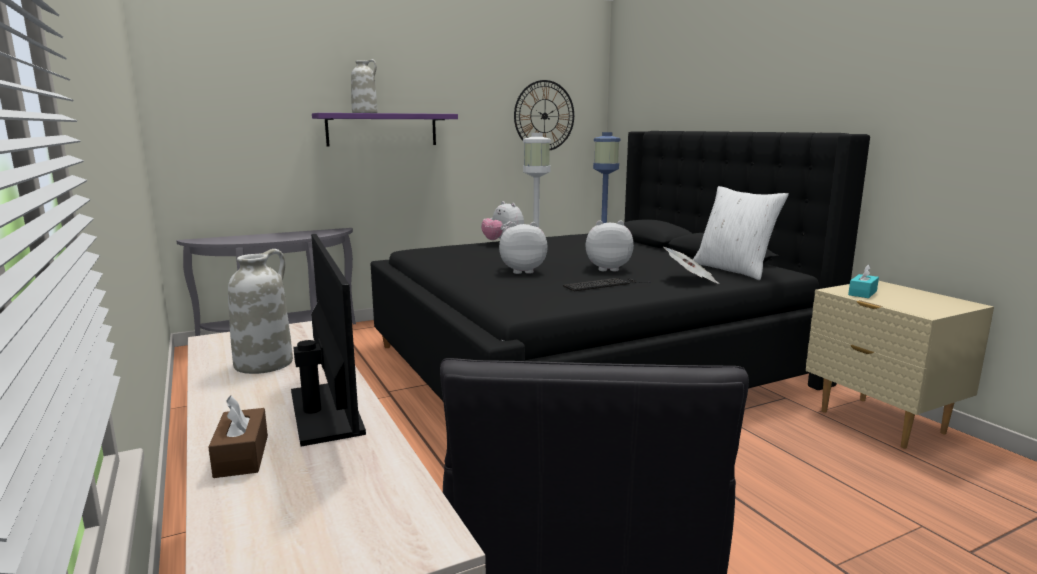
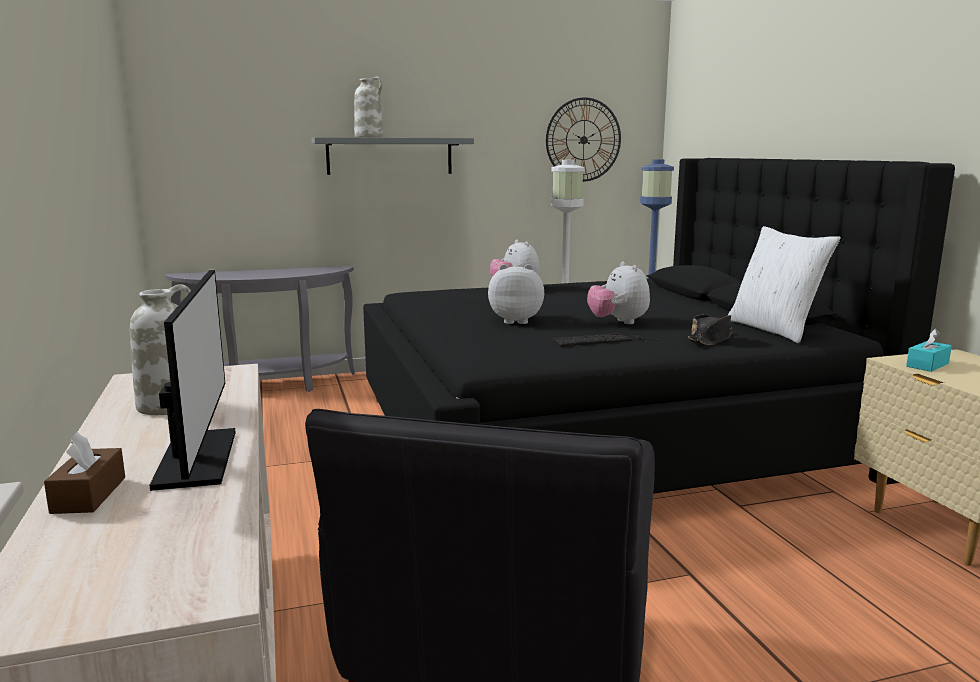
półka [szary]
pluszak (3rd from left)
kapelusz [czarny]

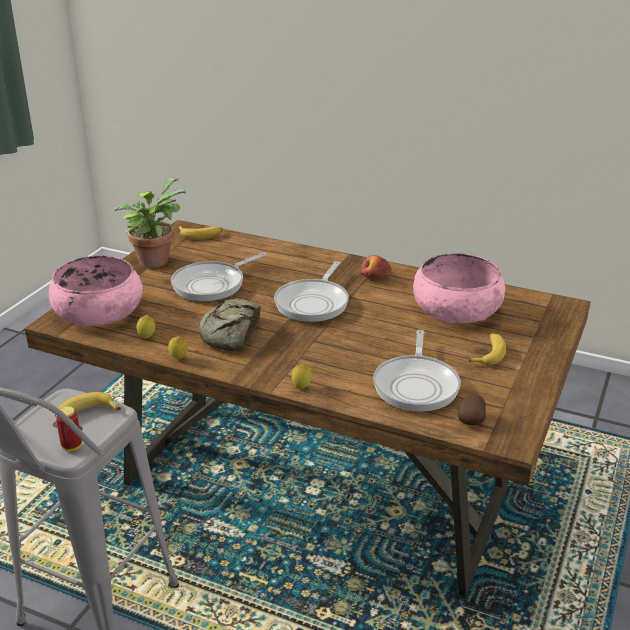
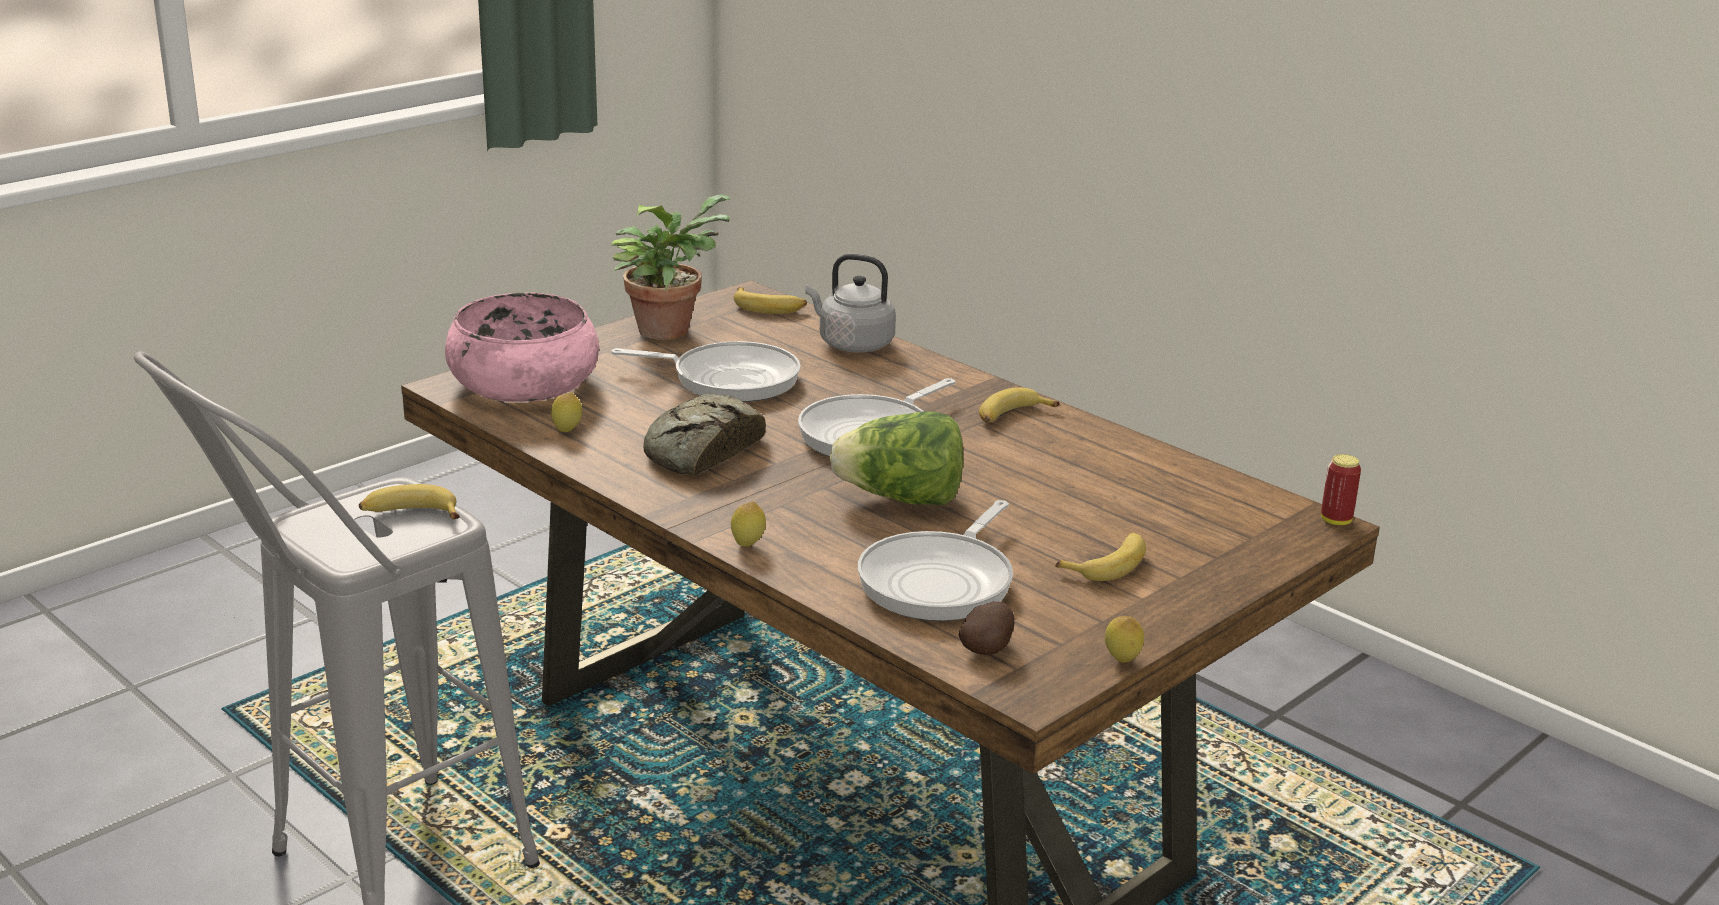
patelnia (1st from left)
czajnik [szary]
sałata
banan (3rd from left)
cytryna (3rd from left)
puszka
miska [różowy] (2nd from left in the first image)

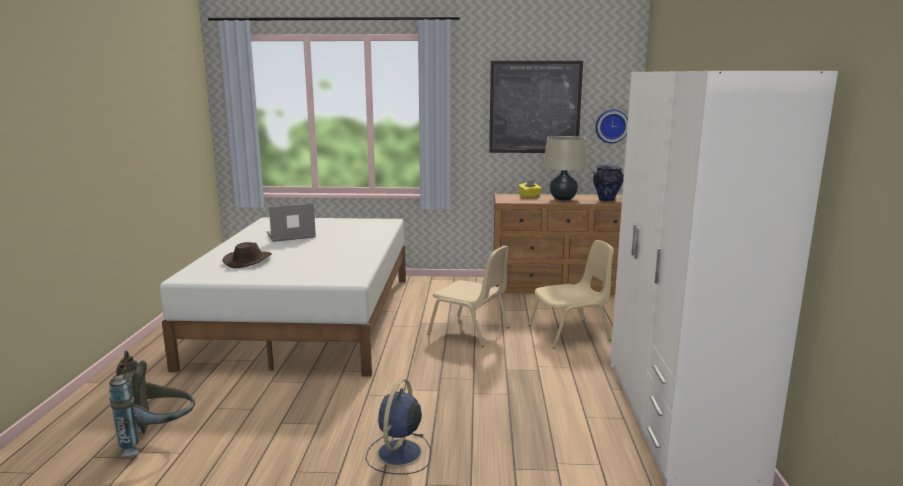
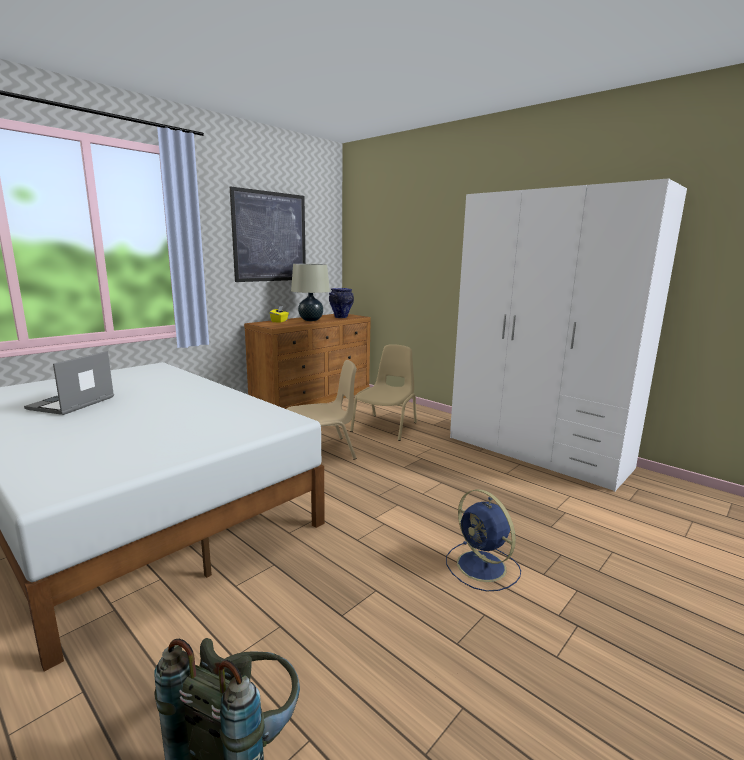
kapelusz [brązowy]
zegar ścienny

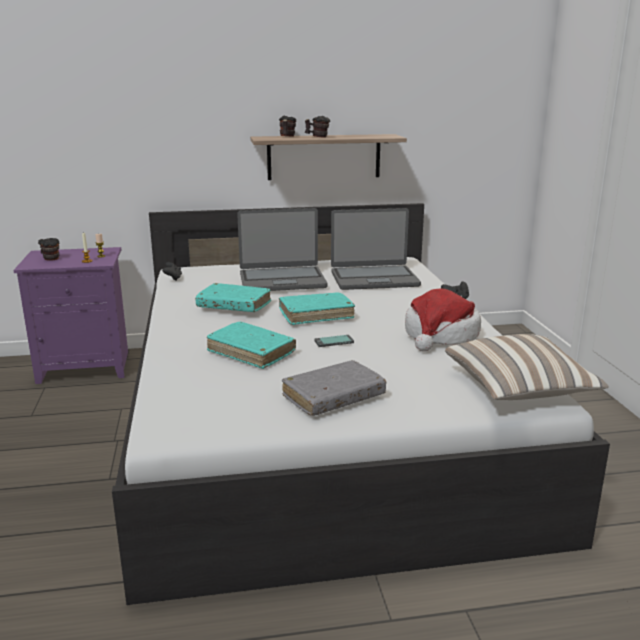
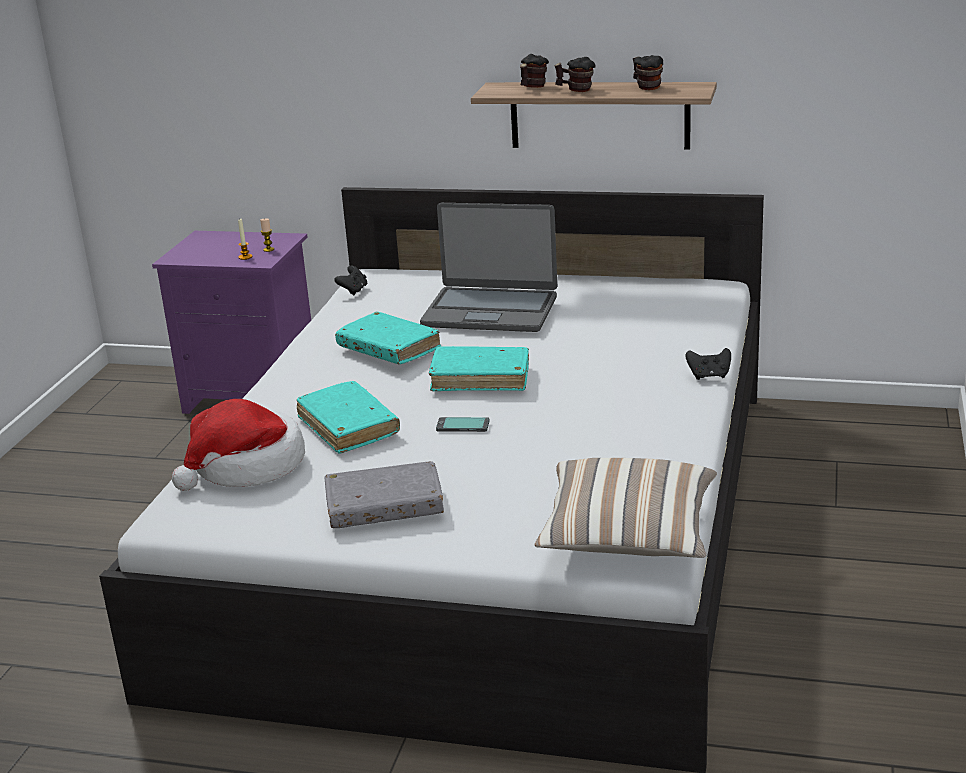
kapelusz
kubek (3rd from left)
laptop (2nd from left in the first image)

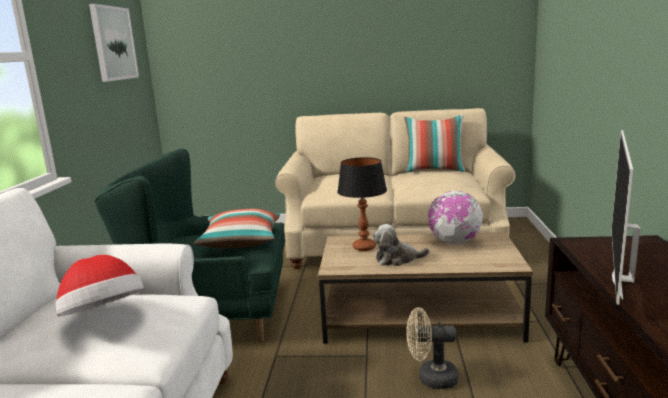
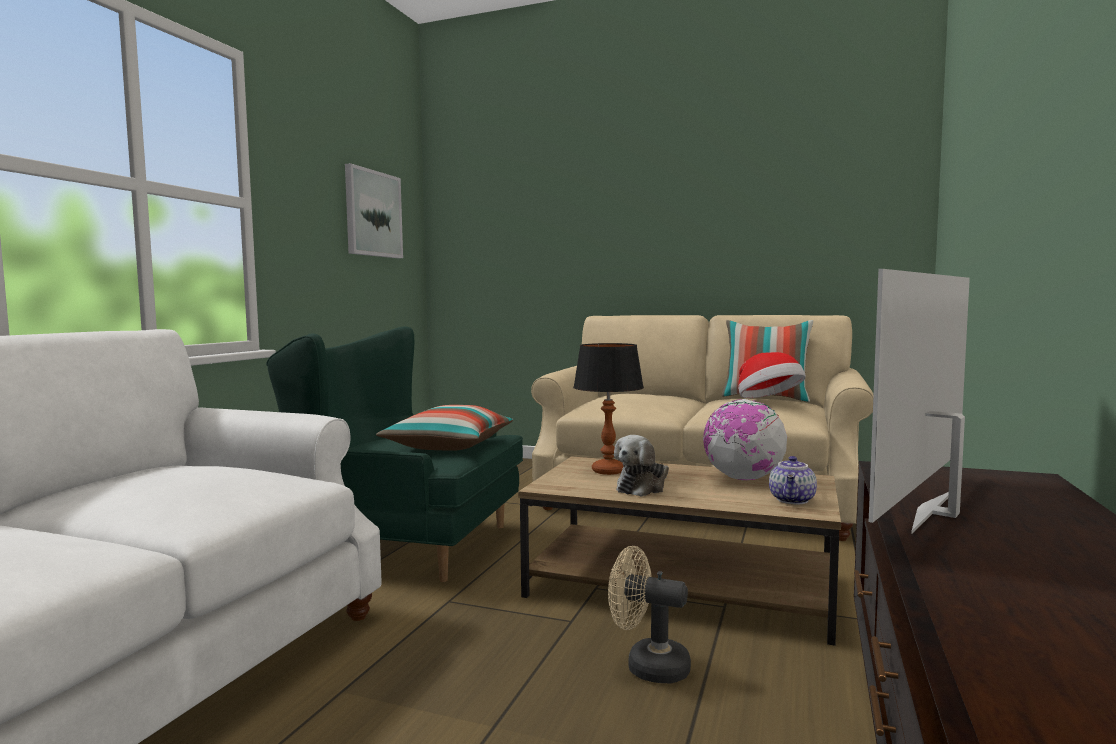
pluszak
kapelusz
imbryk

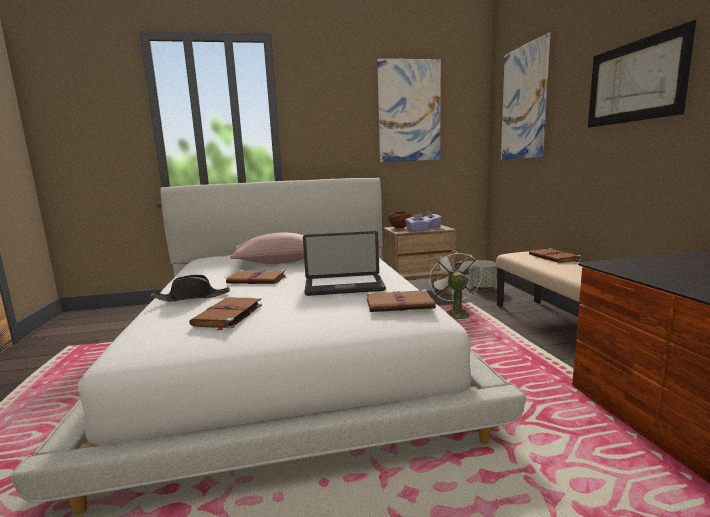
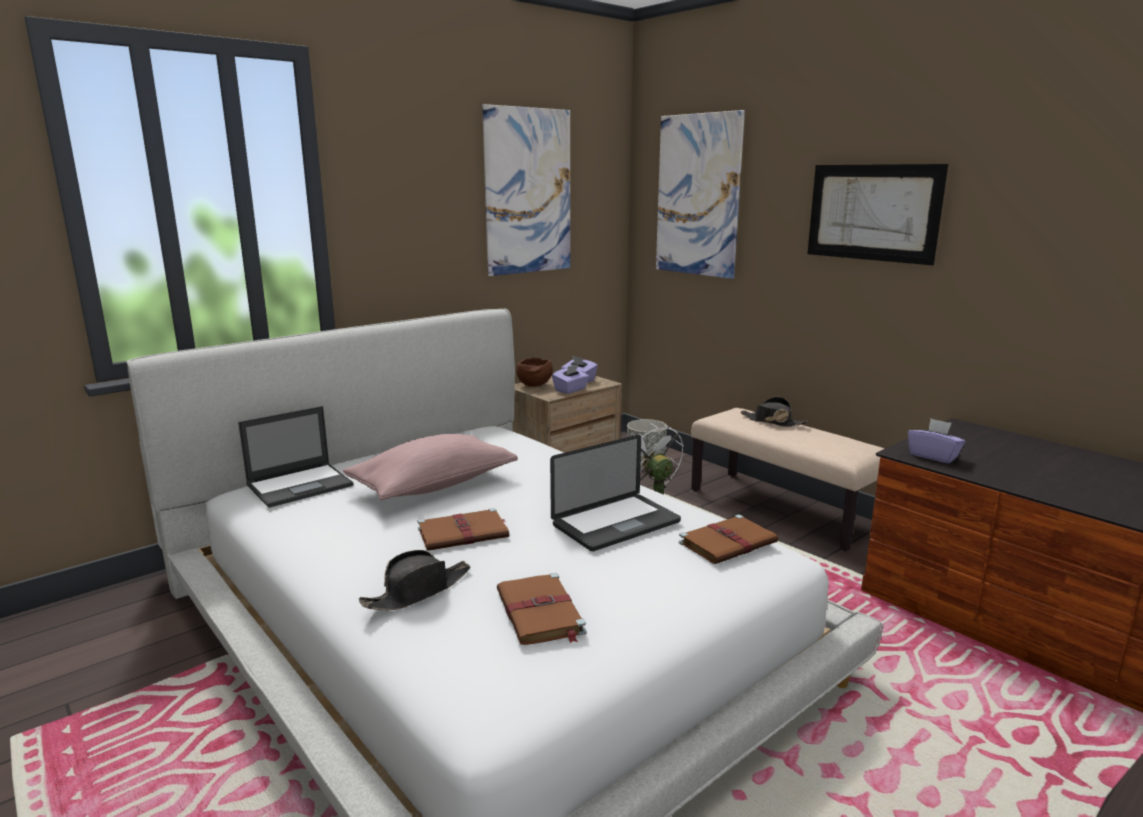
laptop (1st from left)
kapelusz [czarny] (2nd from left)
pudełko chusteczek [fioletowy] (3rd from left)

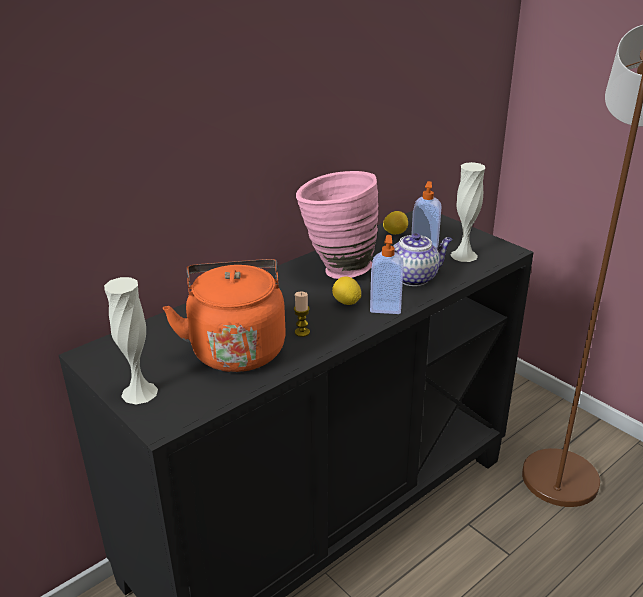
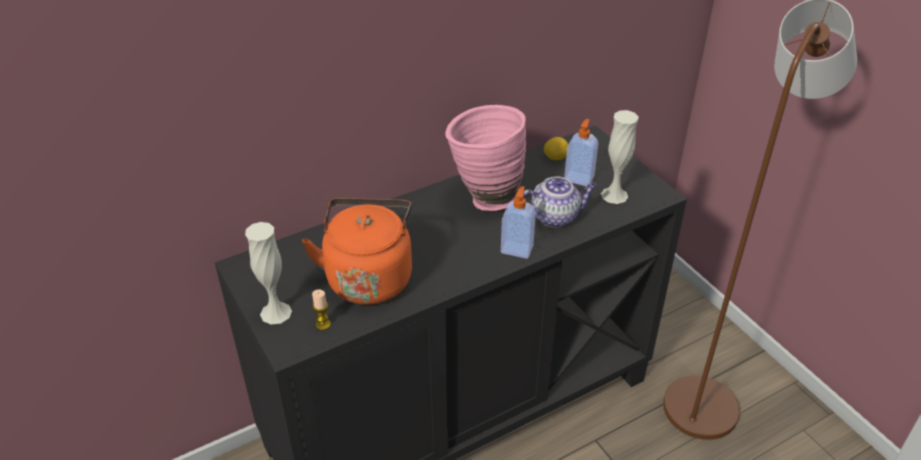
świeca
cytryna (1st from left in the first image)

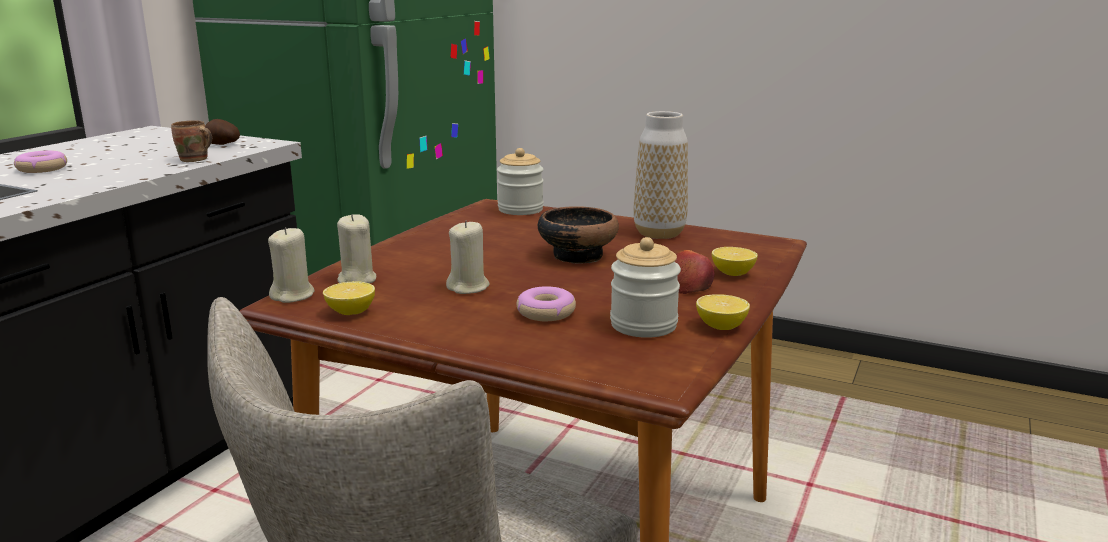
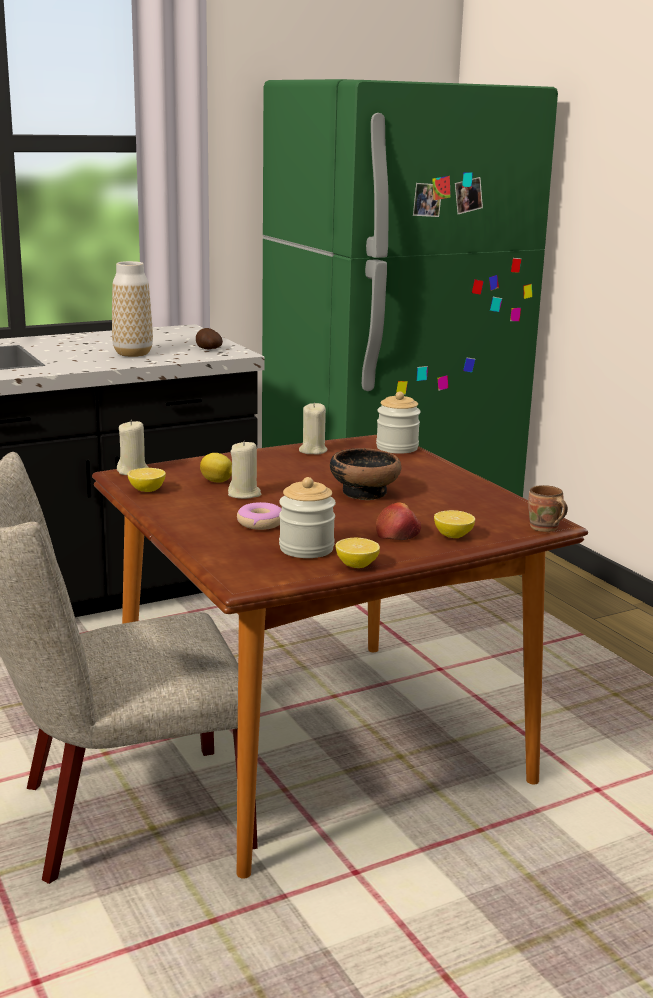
wazon
cytryna (2nd from left)
świeca [beżowy] (3rd from left)
kubek [brązowy]
donut (1st from left in the first image)

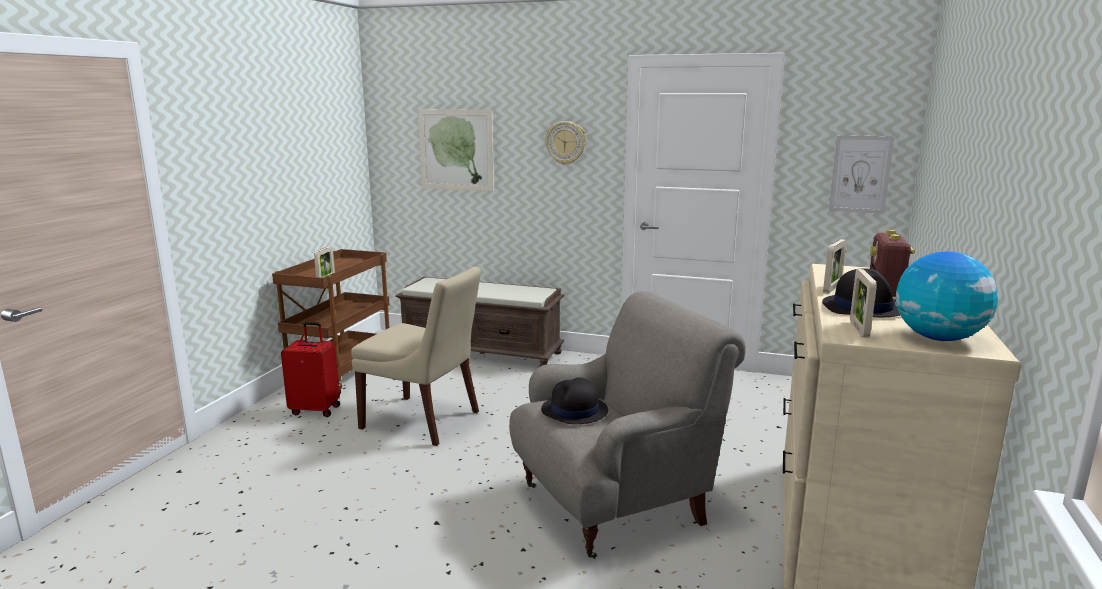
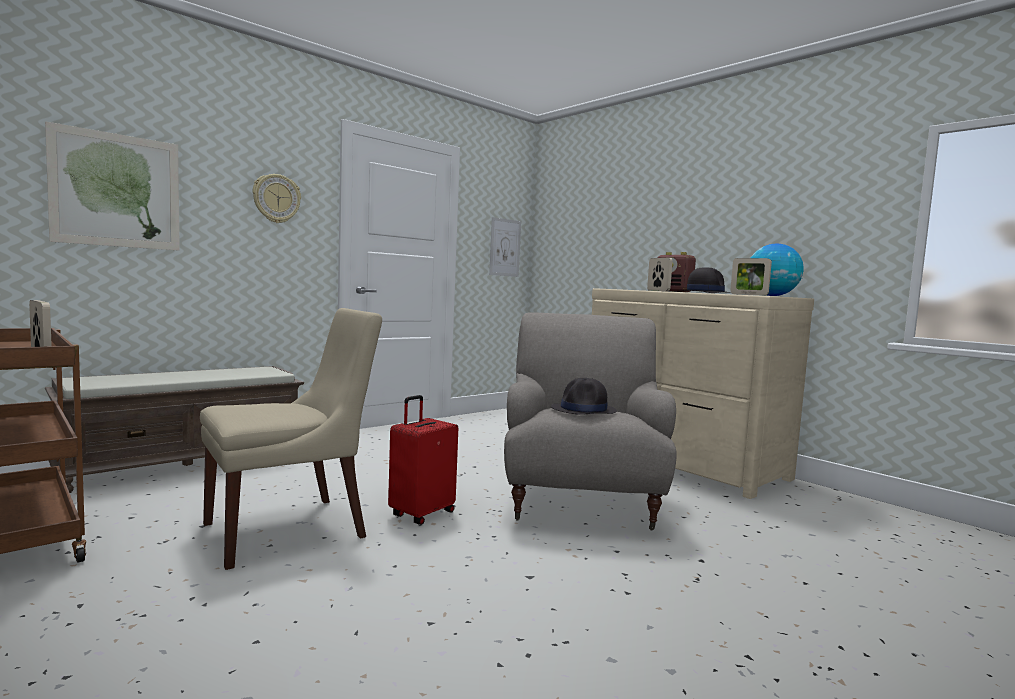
walizka [czerwony]

